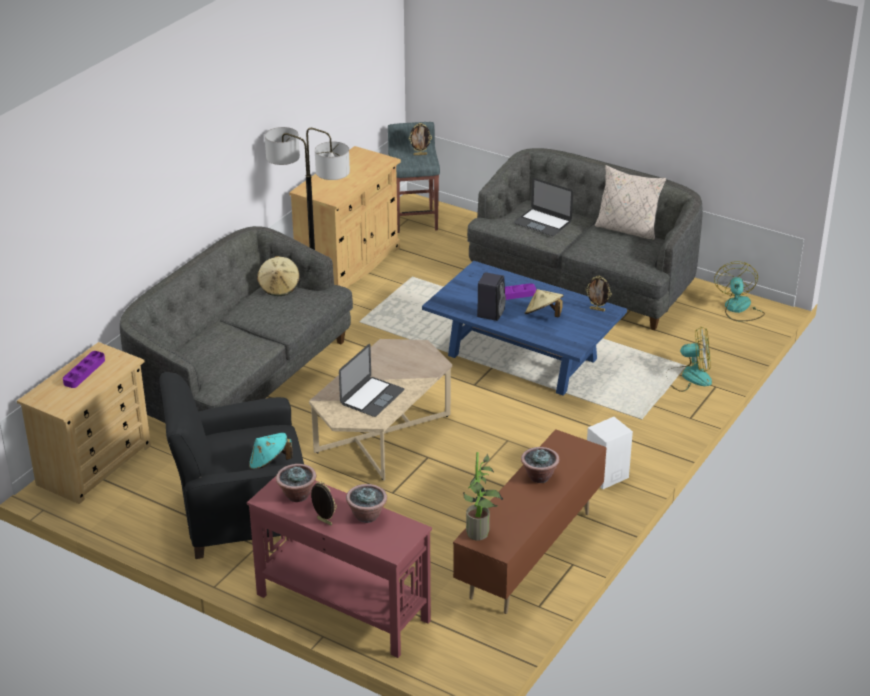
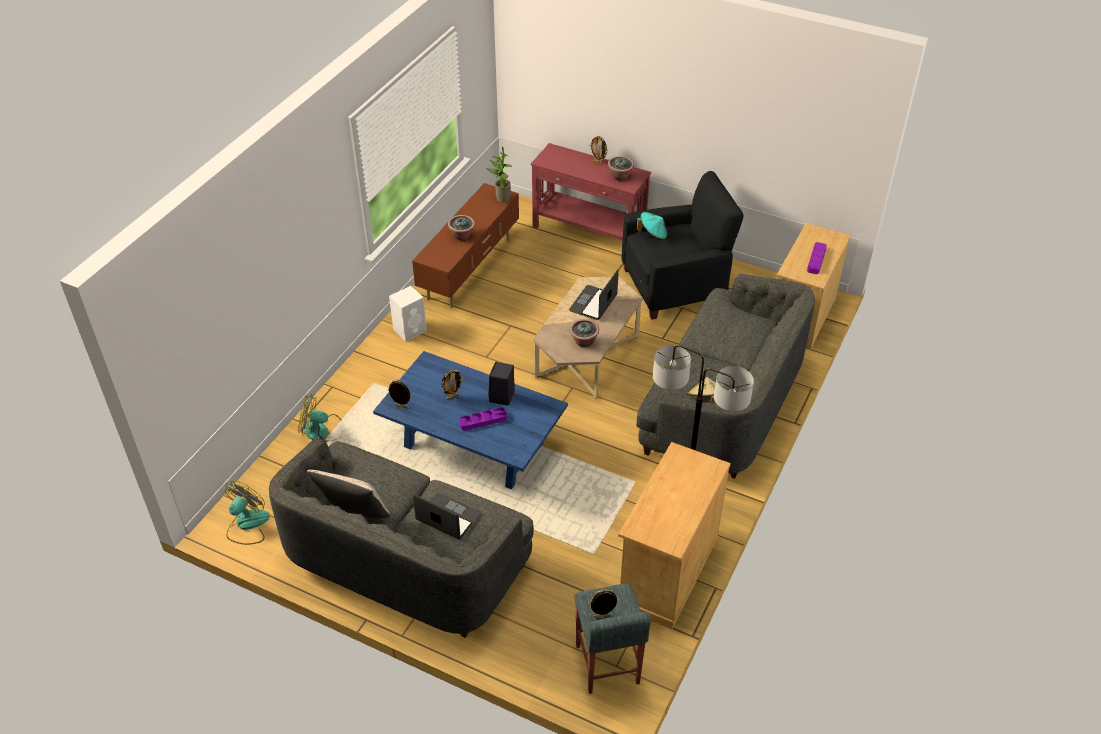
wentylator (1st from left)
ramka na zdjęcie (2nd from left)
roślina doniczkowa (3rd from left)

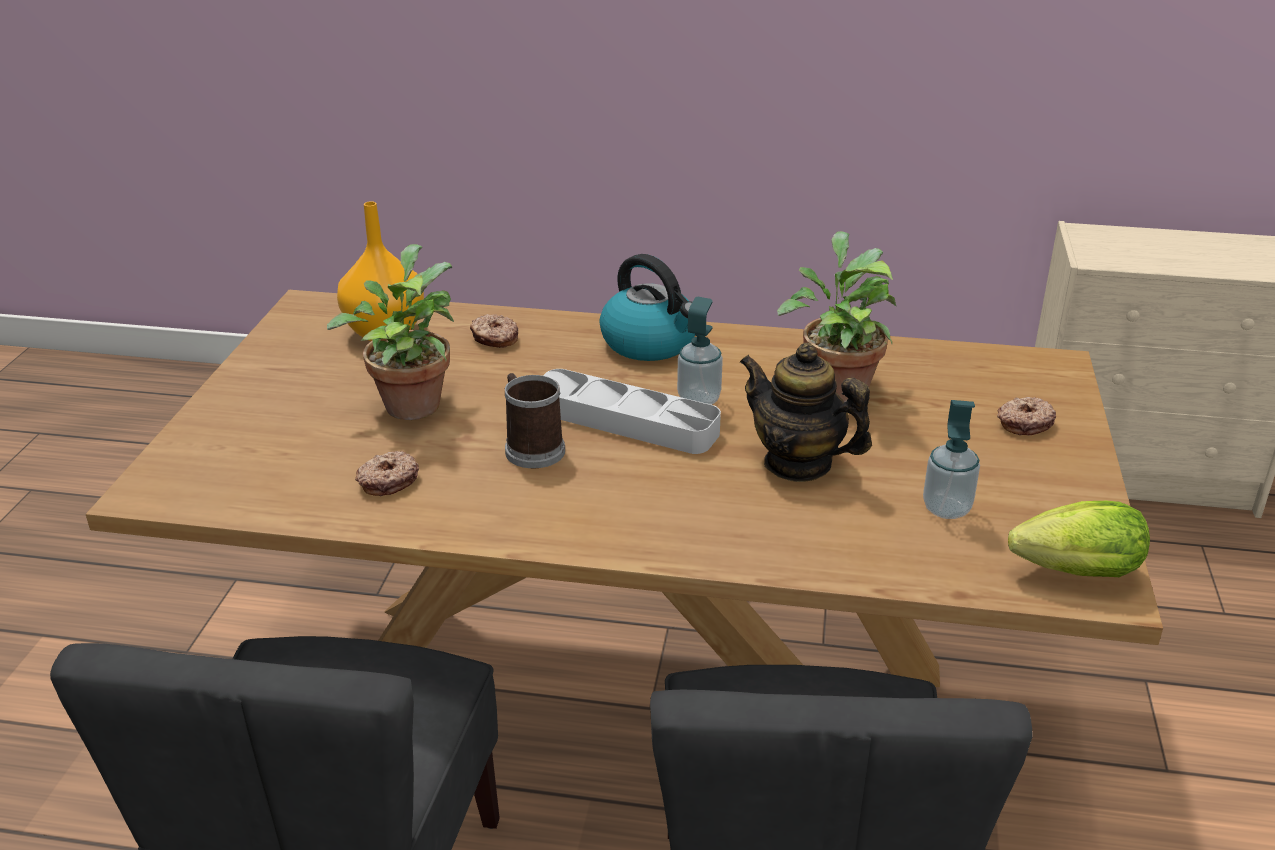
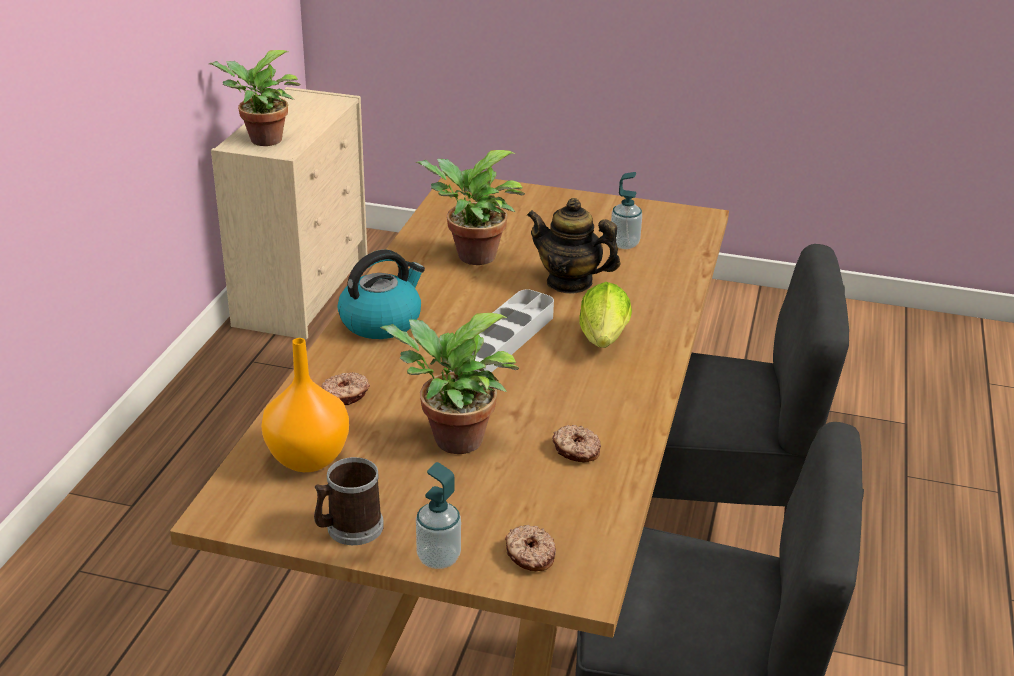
roślina doniczkowa (1st from left)
kubek
dozownik mydła (1st from left)
donut (2nd from left)
imbryk
sałata

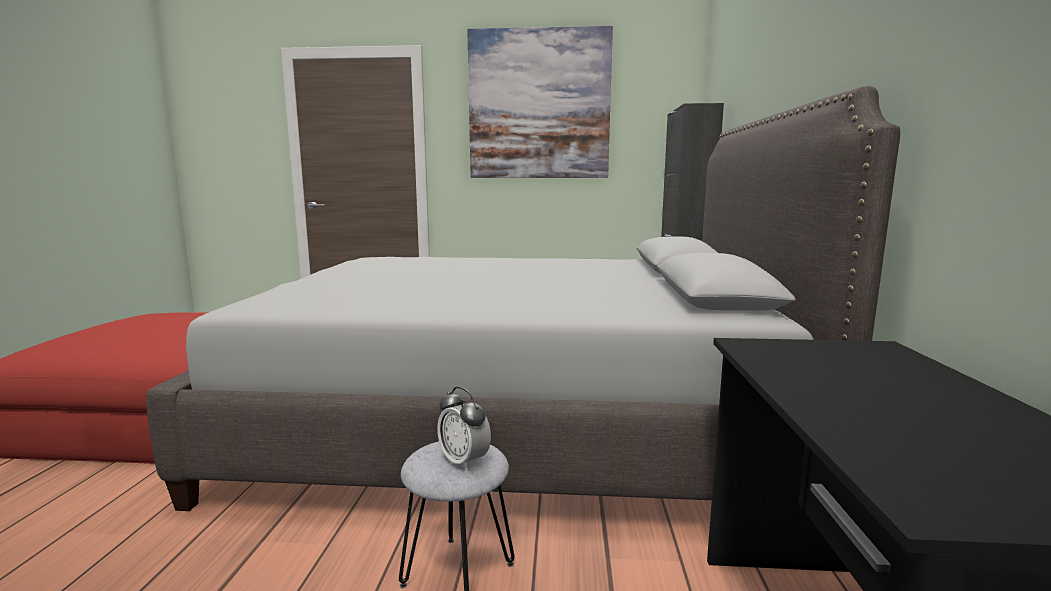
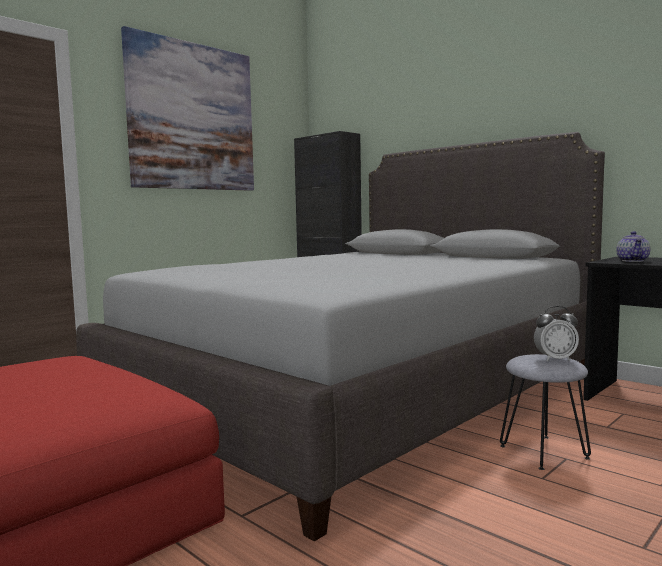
imbryk

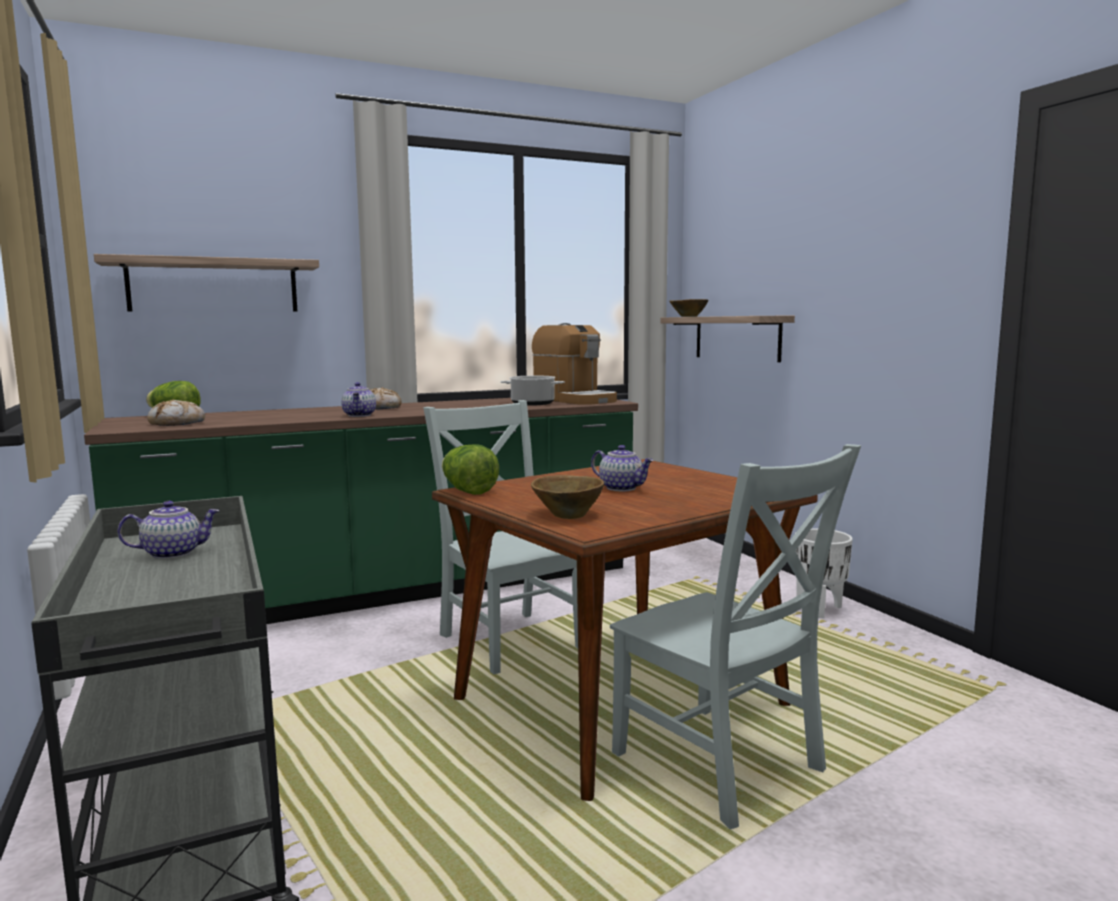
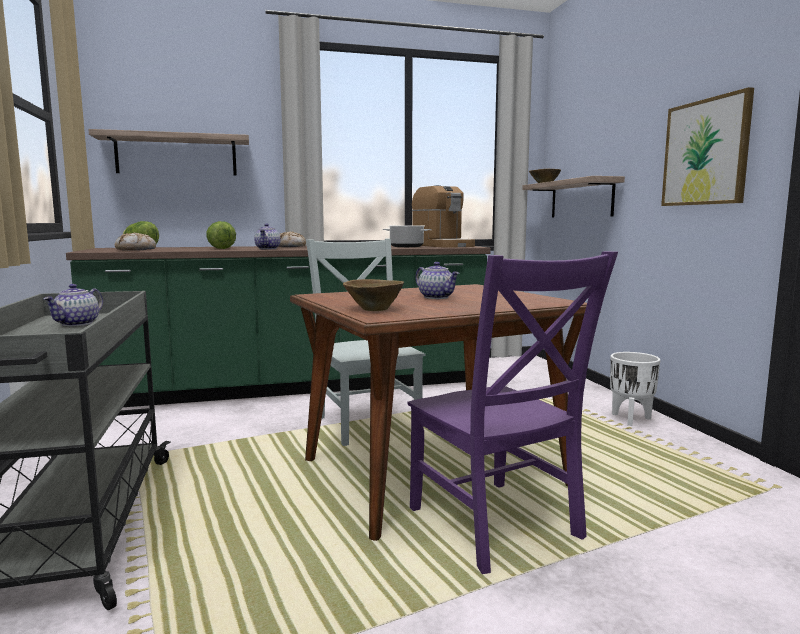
imbryk (1st from left)
sałata (2nd from left)
krzesło [fioletowy]
obraz

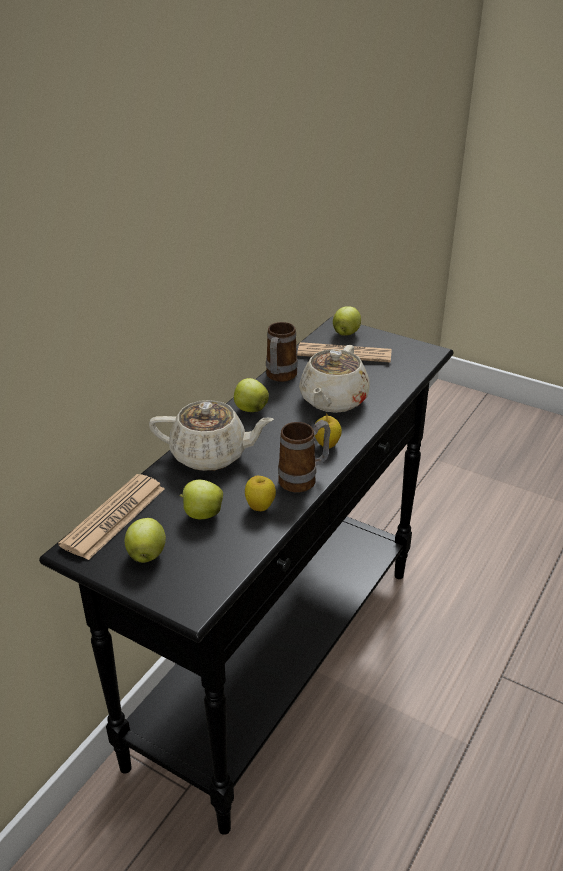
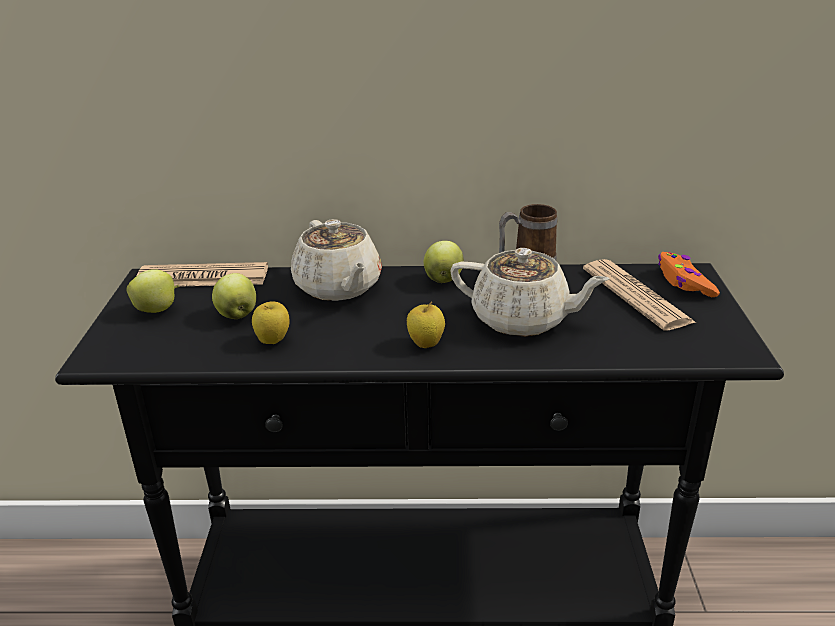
imbryk [beżowy] (2nd from left)
pad do gier [pomarańczowy]
kubek (2nd from left in the first image)

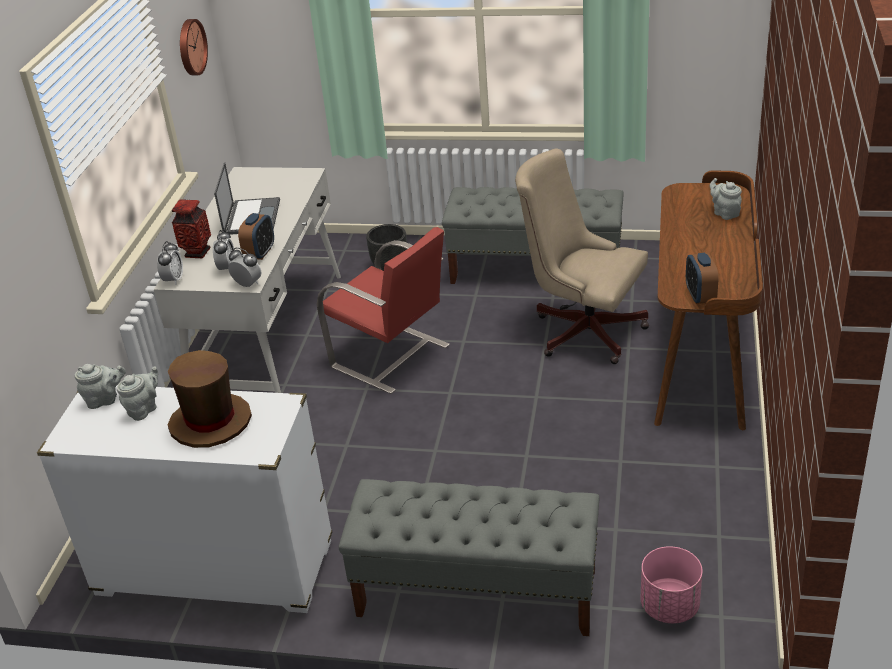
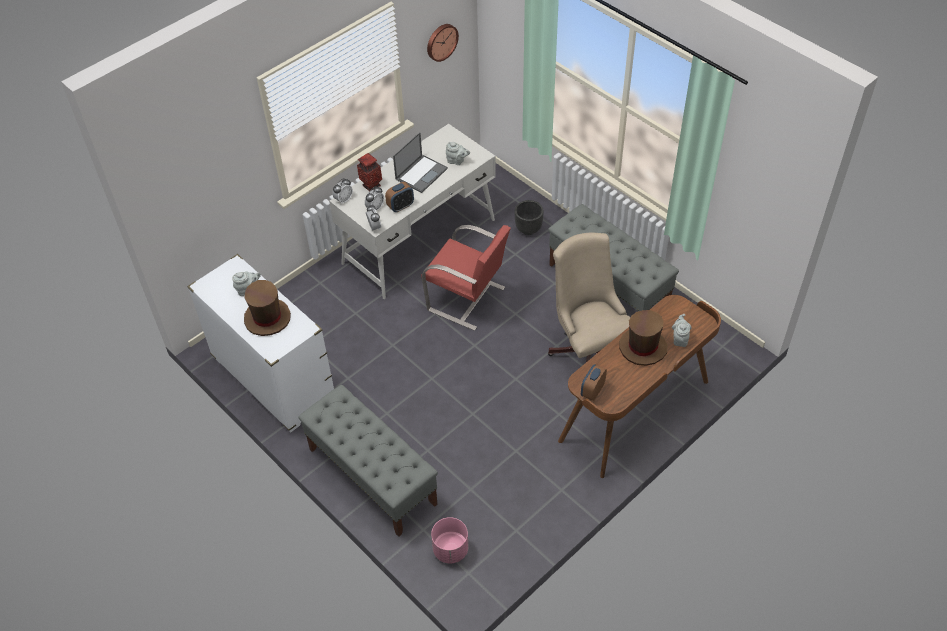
krzesło [czerwony]
imbryk [szary] (2nd from left)
kapelusz [brązowy] (2nd from left)

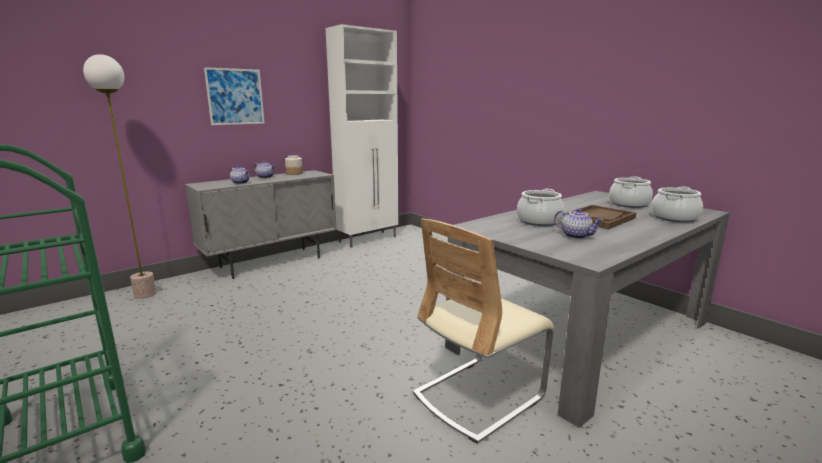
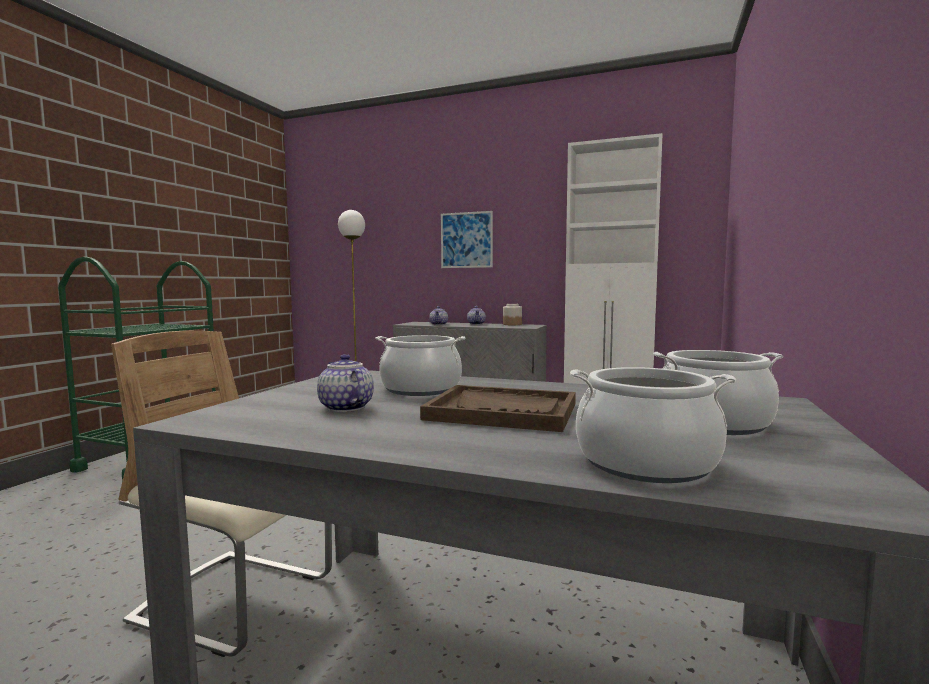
imbryk (1st from left)

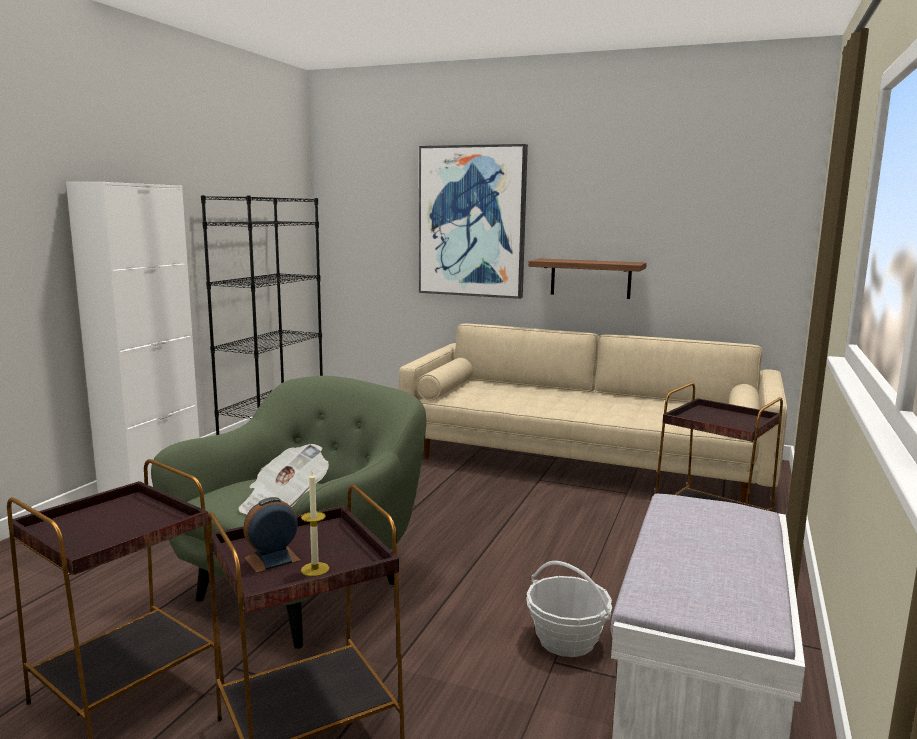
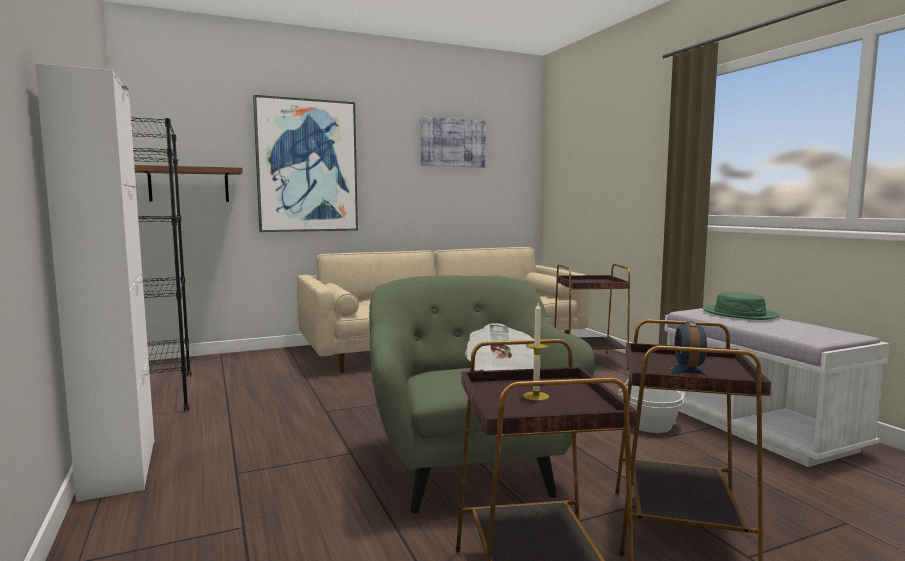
półka
obraz (2nd from left)
świeca
kapelusz [zielony]

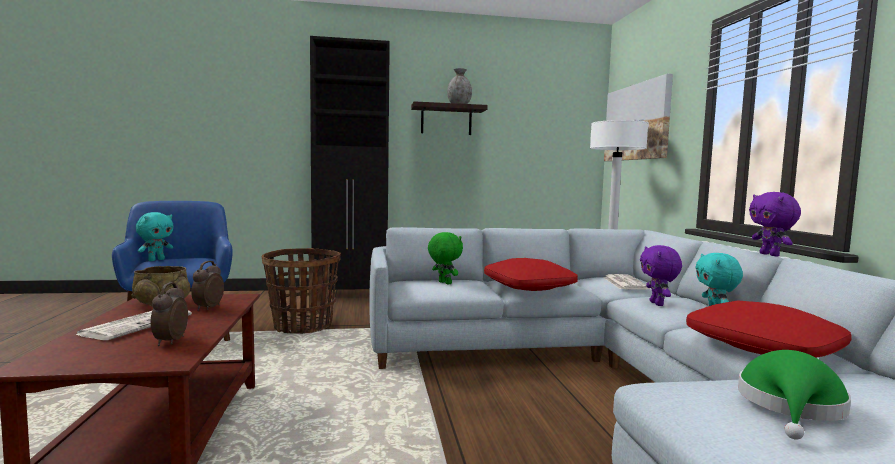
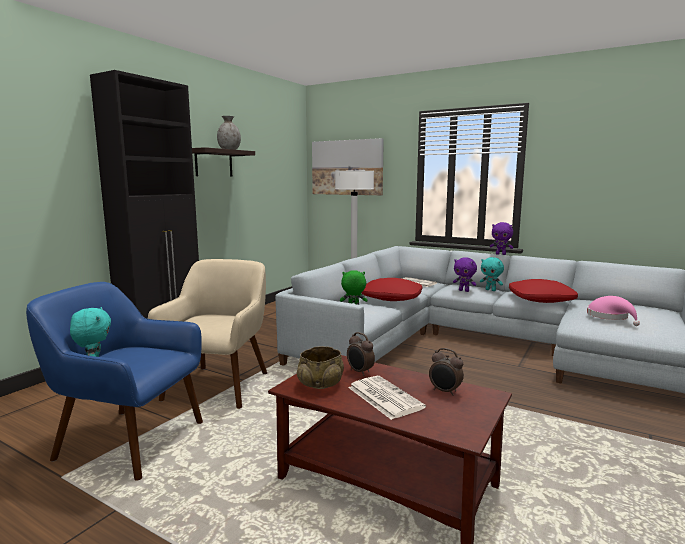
fotel [beżowy]
kapelusz [różowy]

